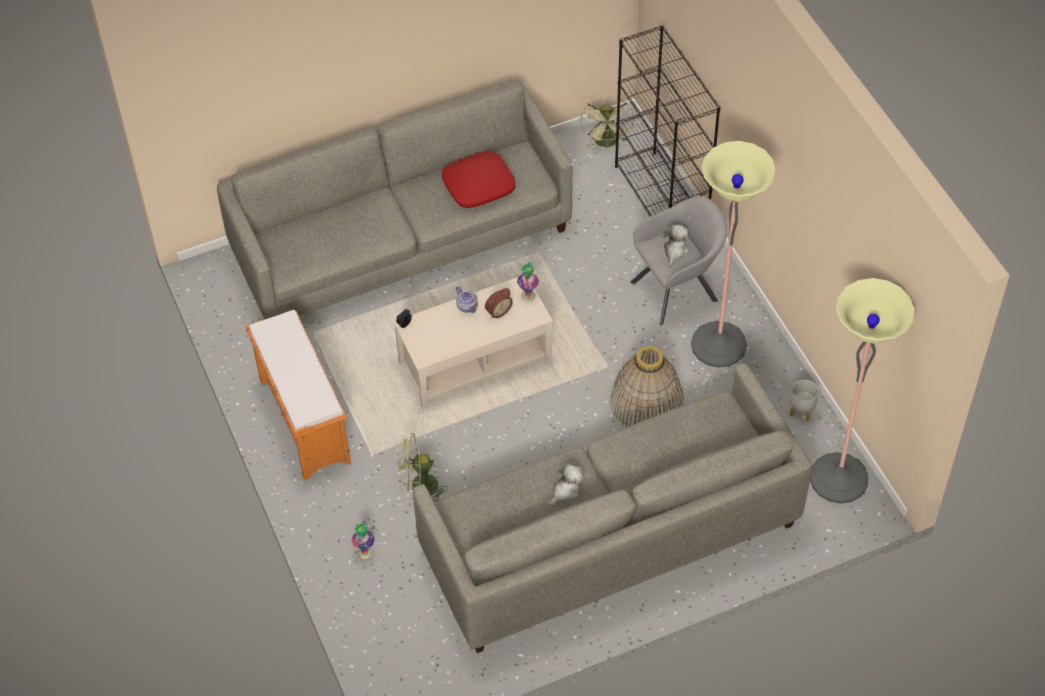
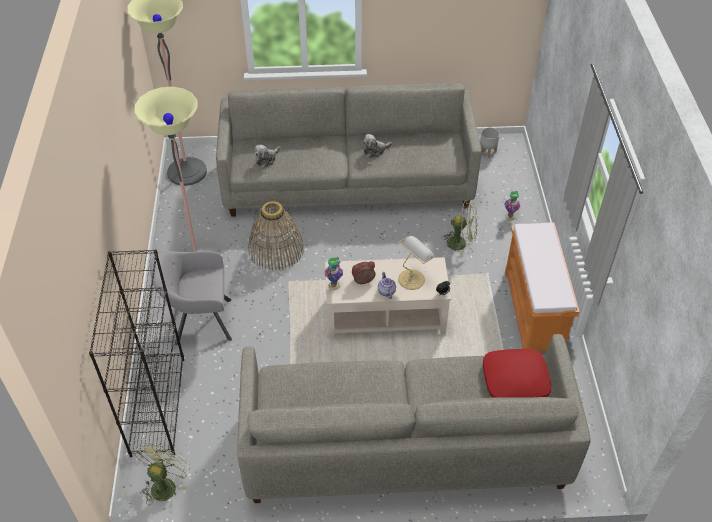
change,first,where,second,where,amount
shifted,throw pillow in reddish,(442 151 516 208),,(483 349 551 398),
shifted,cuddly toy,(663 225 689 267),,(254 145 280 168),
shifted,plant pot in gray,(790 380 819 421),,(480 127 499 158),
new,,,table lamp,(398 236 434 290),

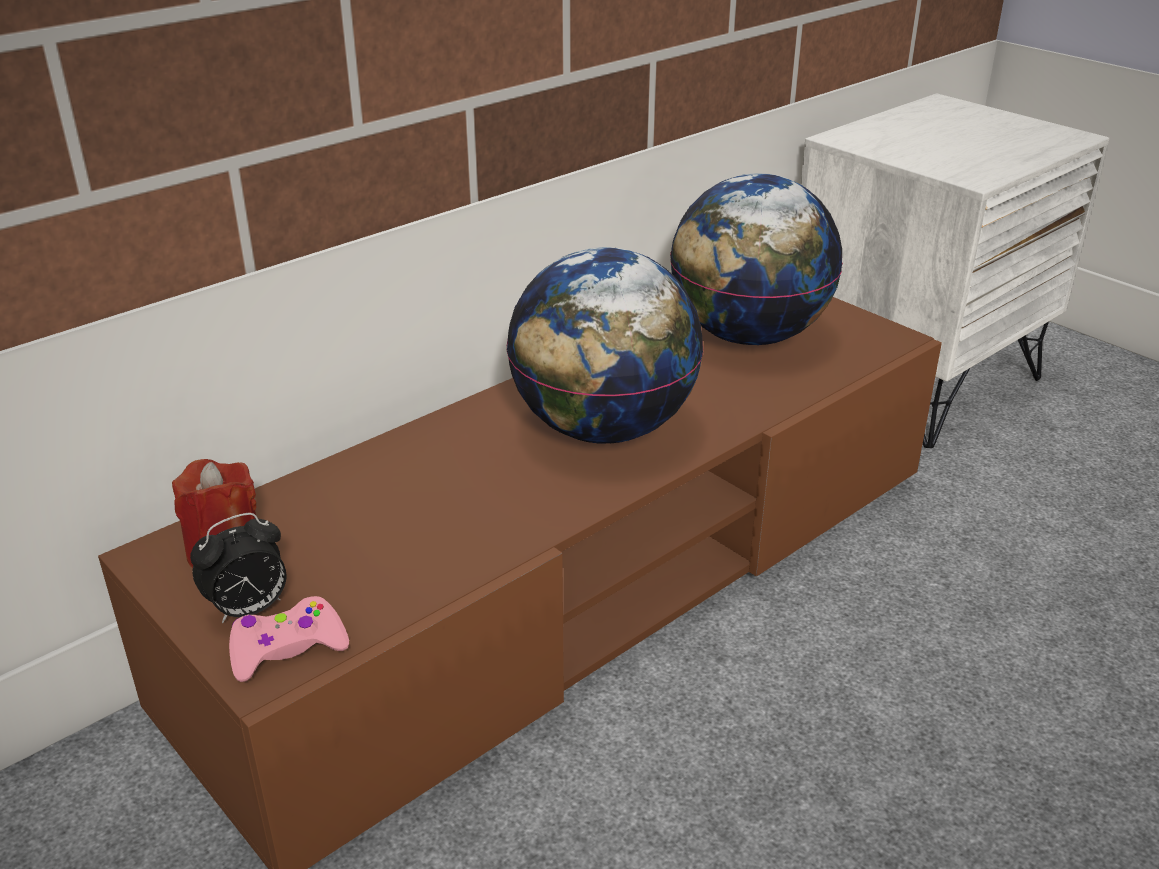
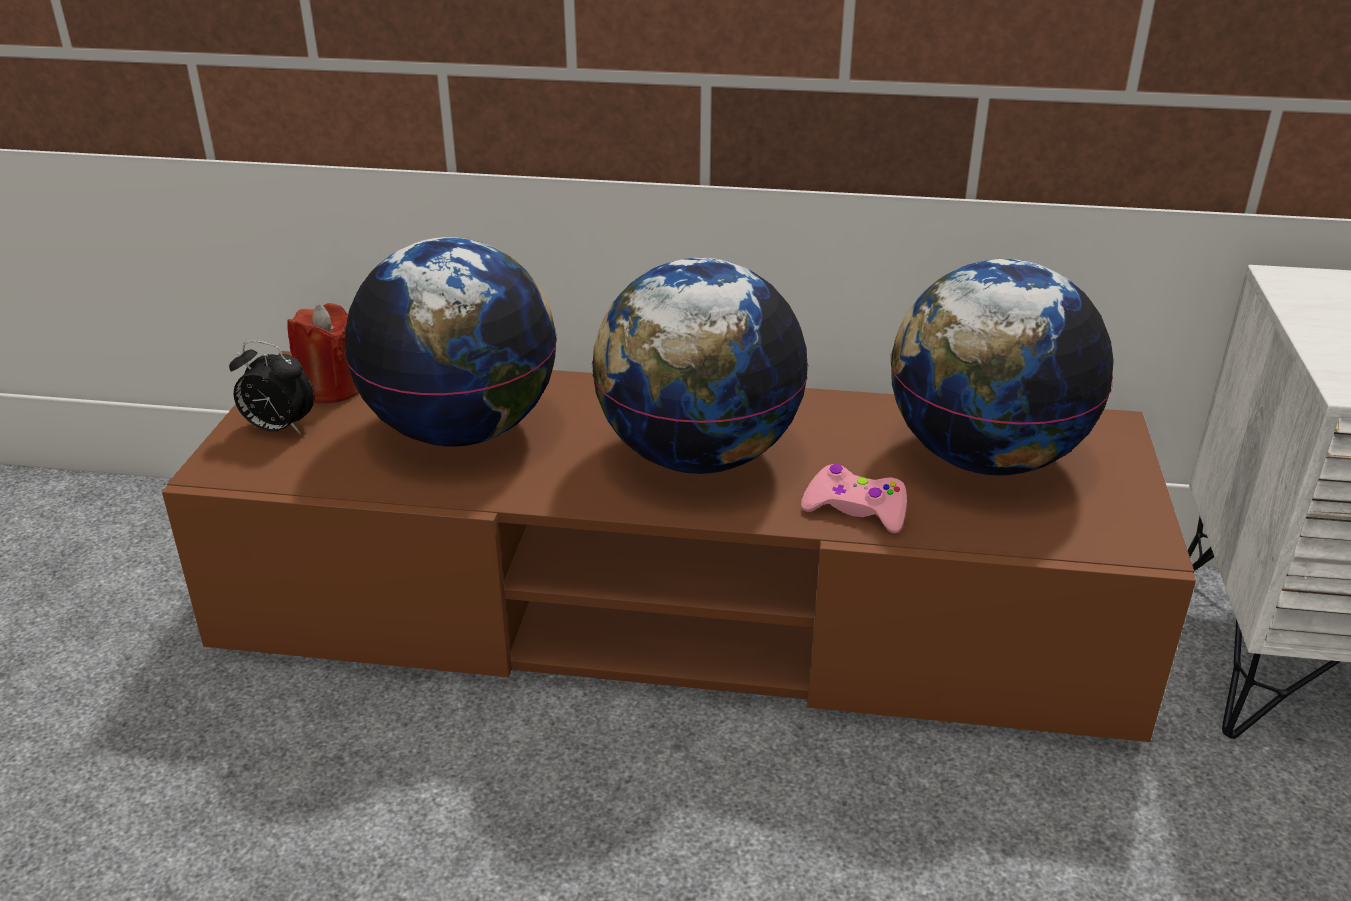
change,first,where,second,where,amount
shifted,joypad in pink-coloured,(229 596 349 682),,(801 464 907 534),
new,,,world globe,(345 237 557 447),

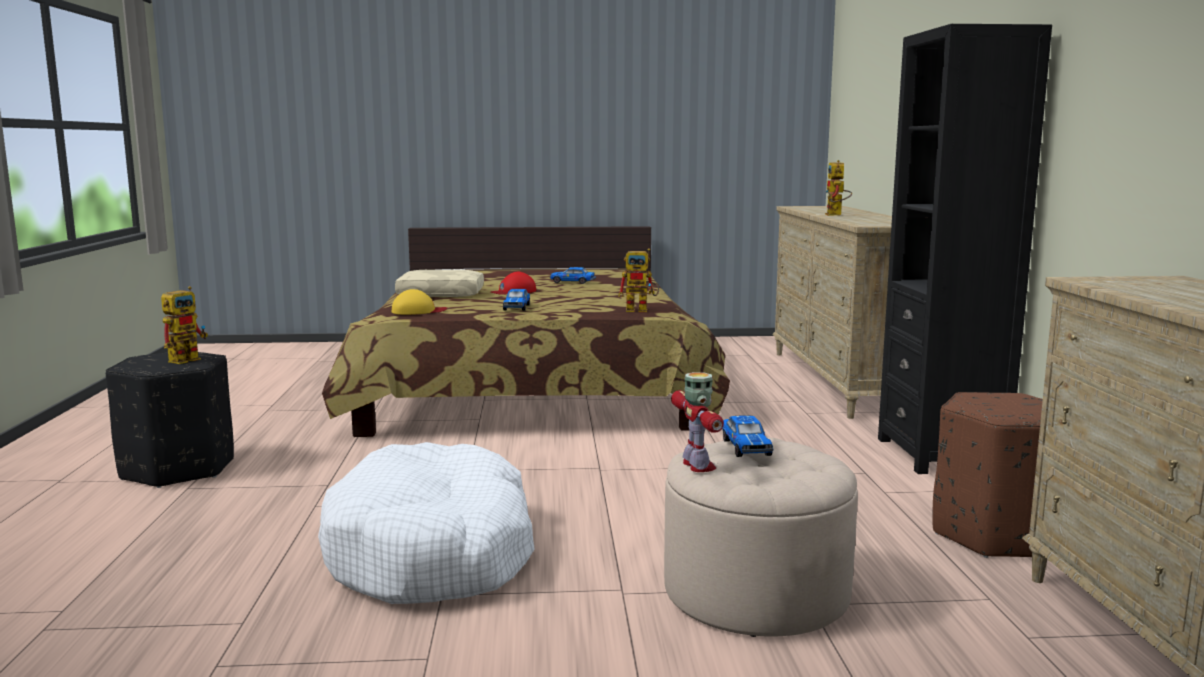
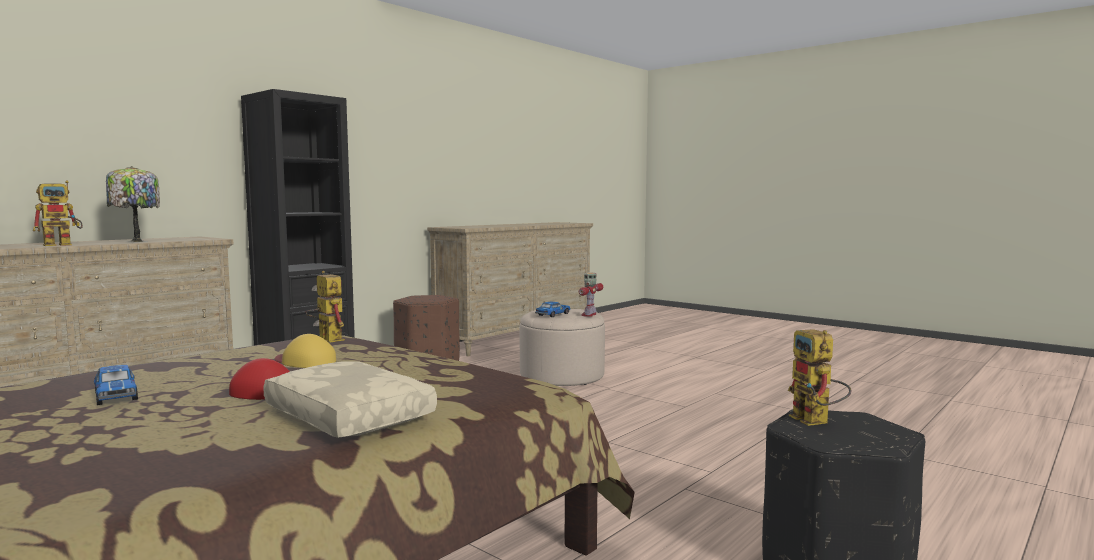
change,first,where,second,where,amount
rotated,robot figure,(161 286 208 364),,(788 329 852 426),90 degrees counterclockwise
gone,pet bed in whitish,(318 442 535 604),,,
shifted,baseball cap in yellowish,(392 289 447 315),,(275 334 336 368),
gone,miniature car,(503 289 530 311),,,
new,,,table lamp,(106 166 160 242),

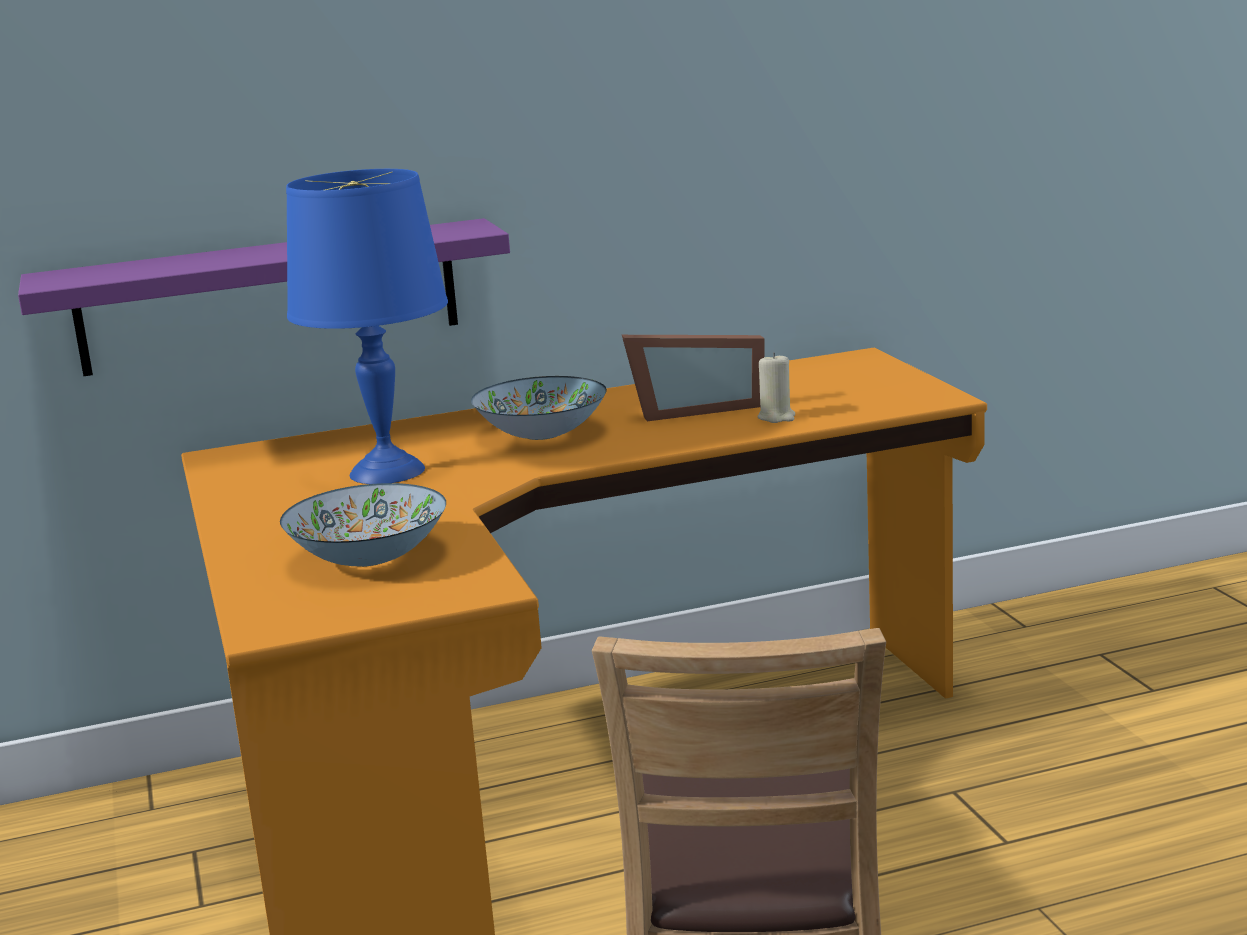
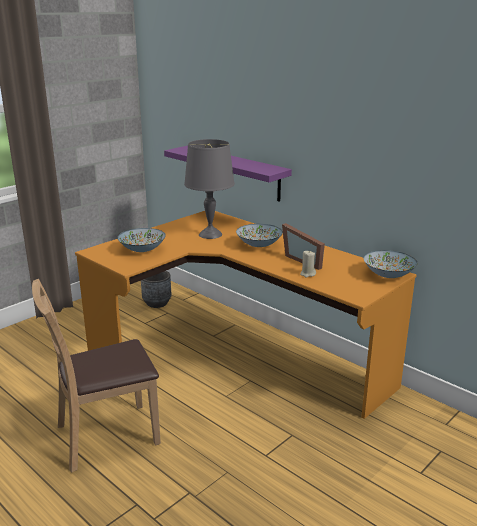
change,first,where,second,where,amount
repainted,table lamp in blue-coloured,(286 169 448 484),table lamp in gray,(184 139 235 239),
new,,,plant pot in gray,(141 271 171 308),
new,,,deep dish,(363 250 418 278),

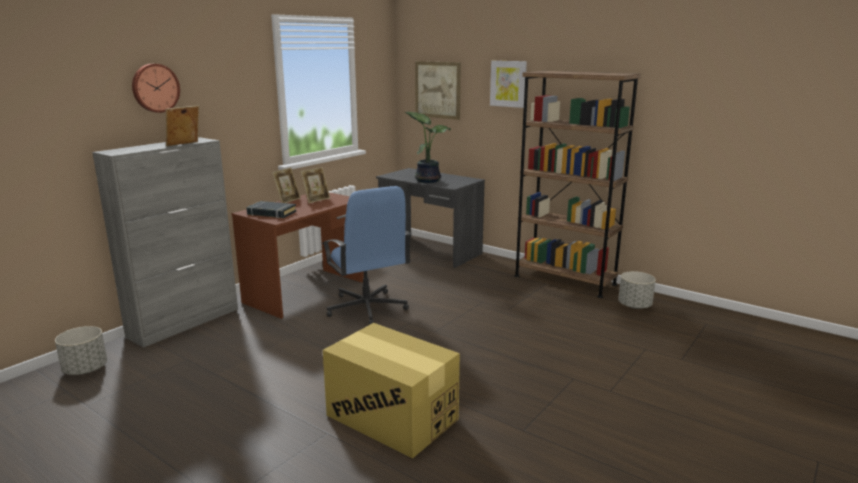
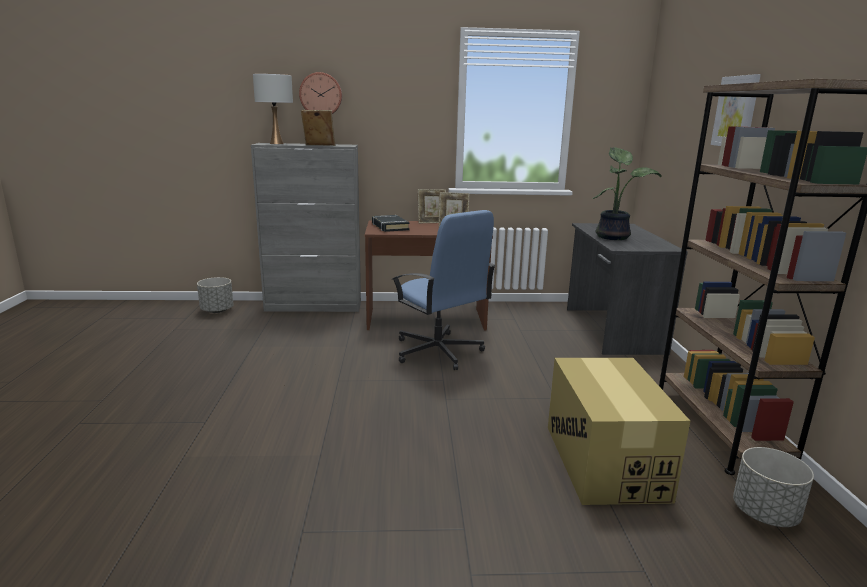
change,first,where,second,where,amount
rotated,desk chair in blue-coloured,(322 186 411 325),,(392 210 496 370),60 degrees counterclockwise
shifted,cardboard box,(323 323 460 459),,(548 358 690 505),
gone,wall picture,(415 61 461 120),,,
new,,,table lamp in whitish,(253 74 293 144),

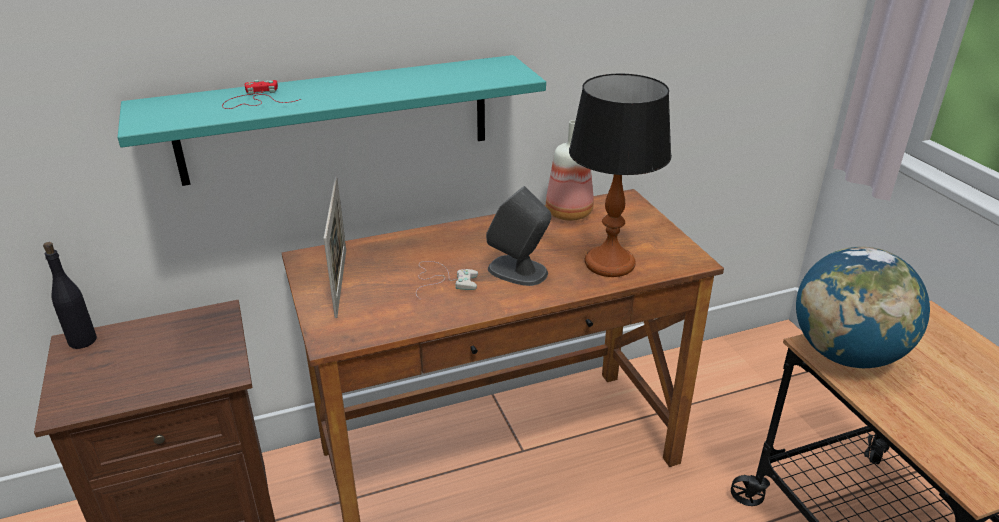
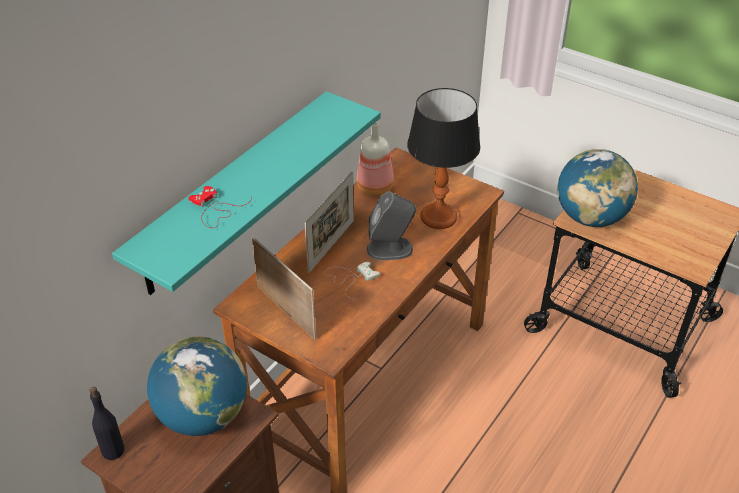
change,first,where,second,where,amount
new,,,world globe,(147 336 247 436),
new,,,photo frame,(305 172 354 273),

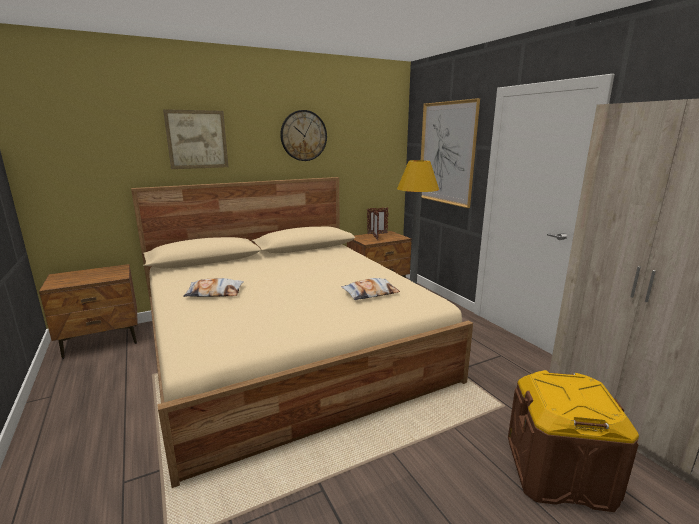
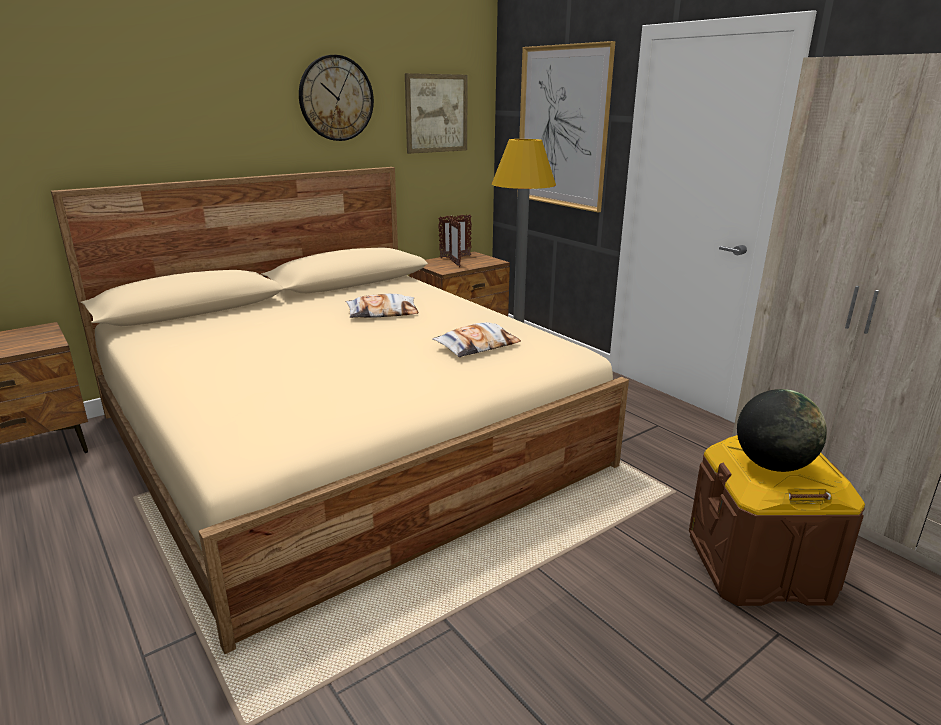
change,first,where,second,where,amount
shifted,wall picture,(163 109 228 169),,(405 73 468 154),
shifted,throw pillow,(183 278 244 297),,(346 294 419 318),
new,,,world globe,(737 389 827 472),

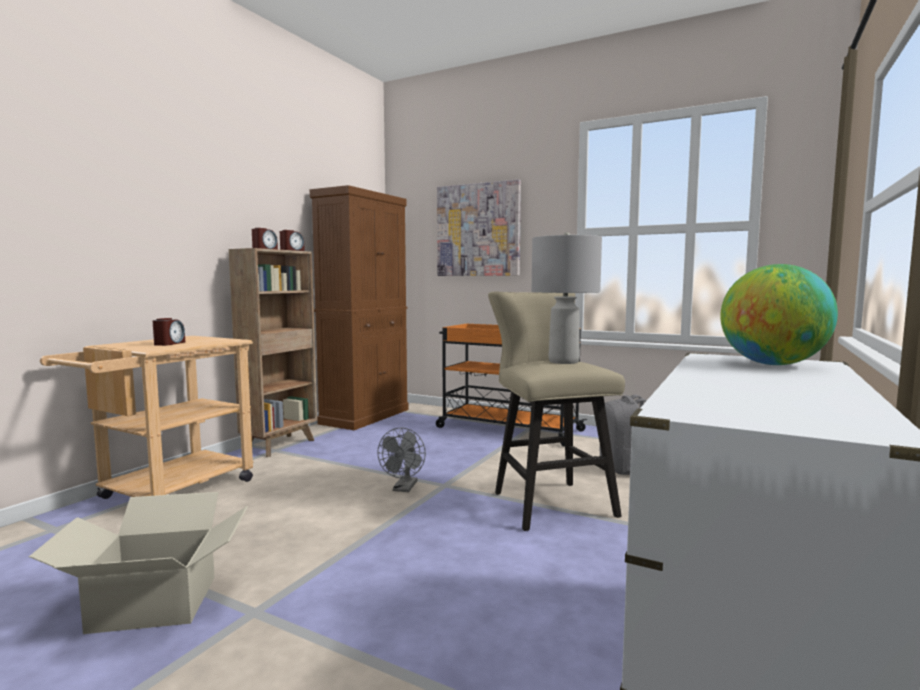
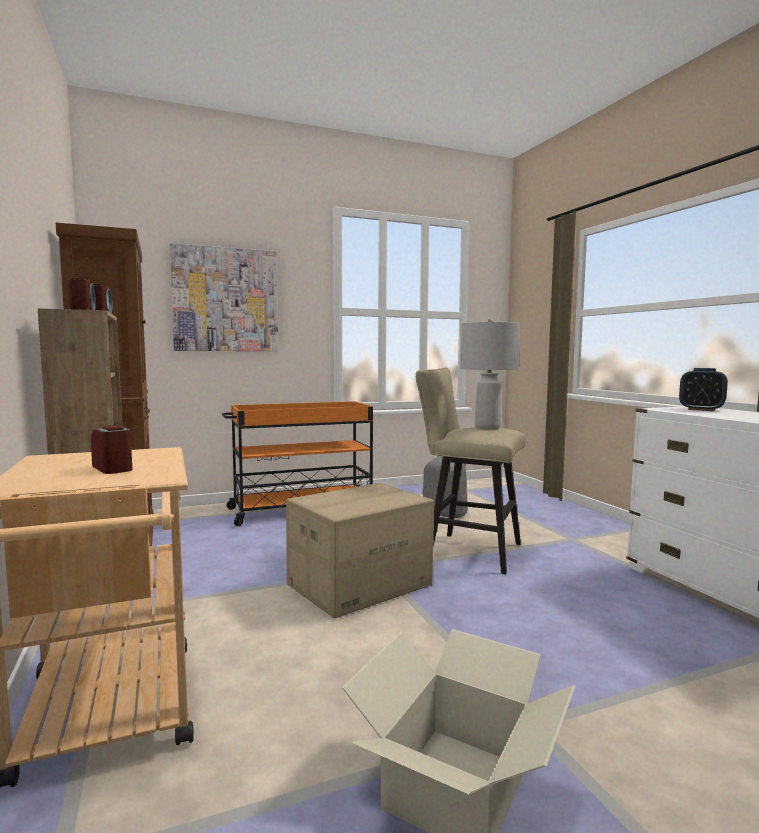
change,first,where,second,where,amount
swapped,cooling fan in gray,(377 427 426 492),cardboard box,(286 483 434 618),
swapped,world globe,(720 264 838 365),bedside clock,(679 368 728 411),

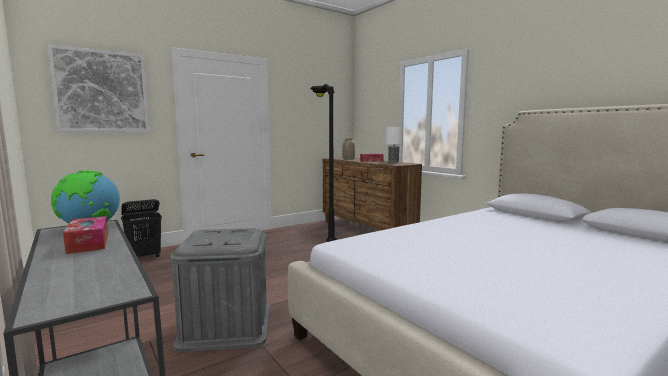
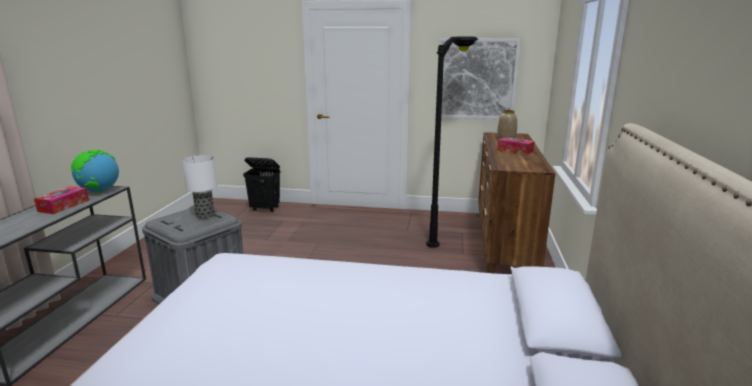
change,first,where,second,where,amount
shifted,wall picture,(48 44 149 132),,(436 39 521 119),
shifted,table lamp,(385 127 403 163),,(182 155 217 219),

